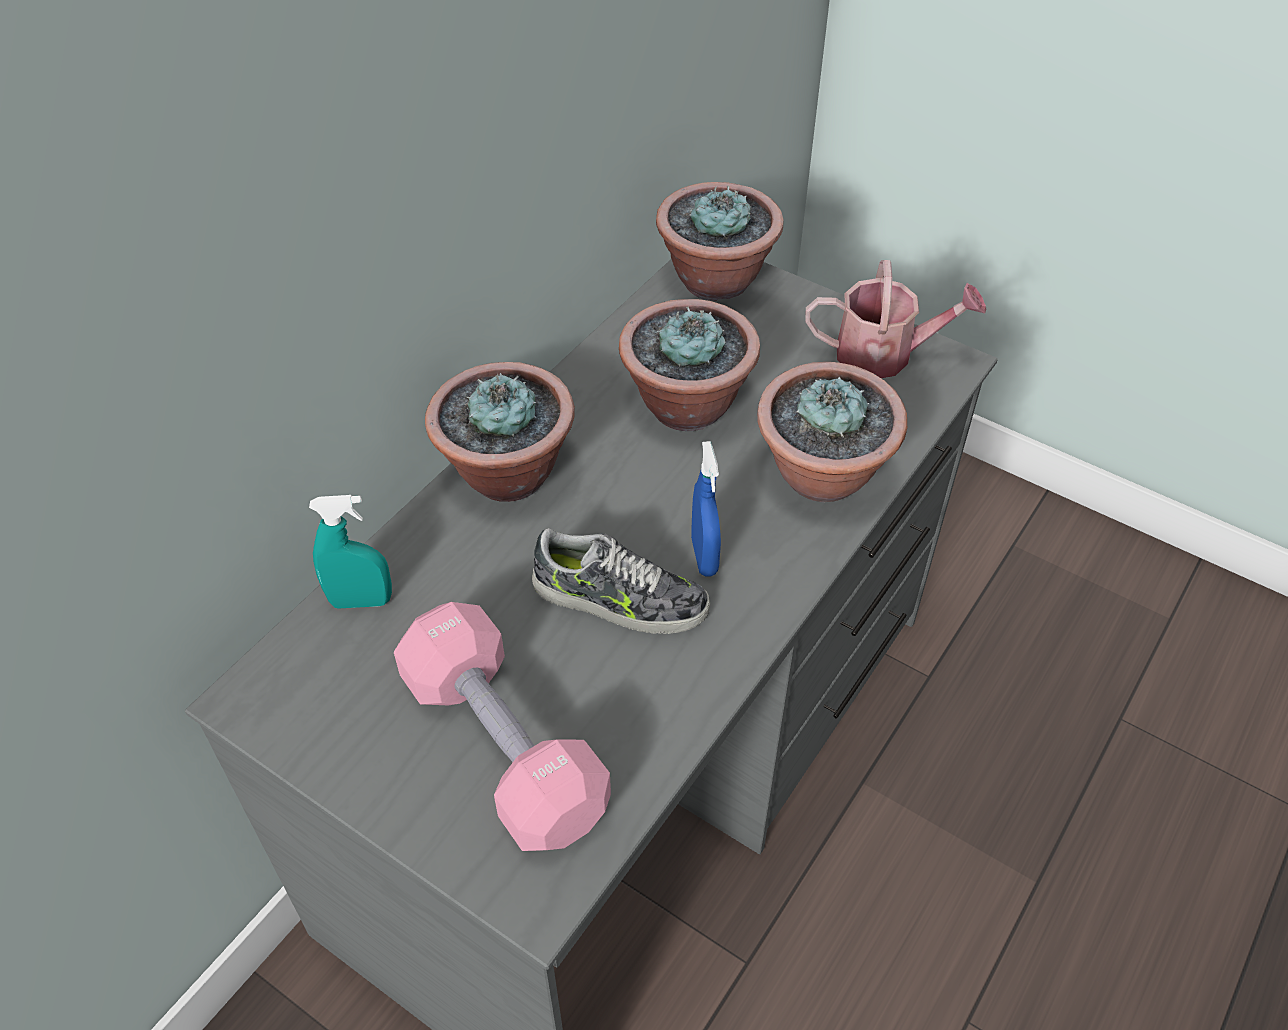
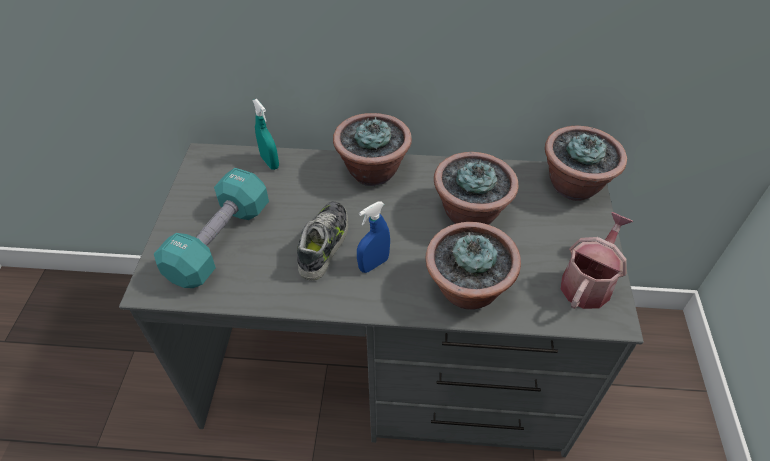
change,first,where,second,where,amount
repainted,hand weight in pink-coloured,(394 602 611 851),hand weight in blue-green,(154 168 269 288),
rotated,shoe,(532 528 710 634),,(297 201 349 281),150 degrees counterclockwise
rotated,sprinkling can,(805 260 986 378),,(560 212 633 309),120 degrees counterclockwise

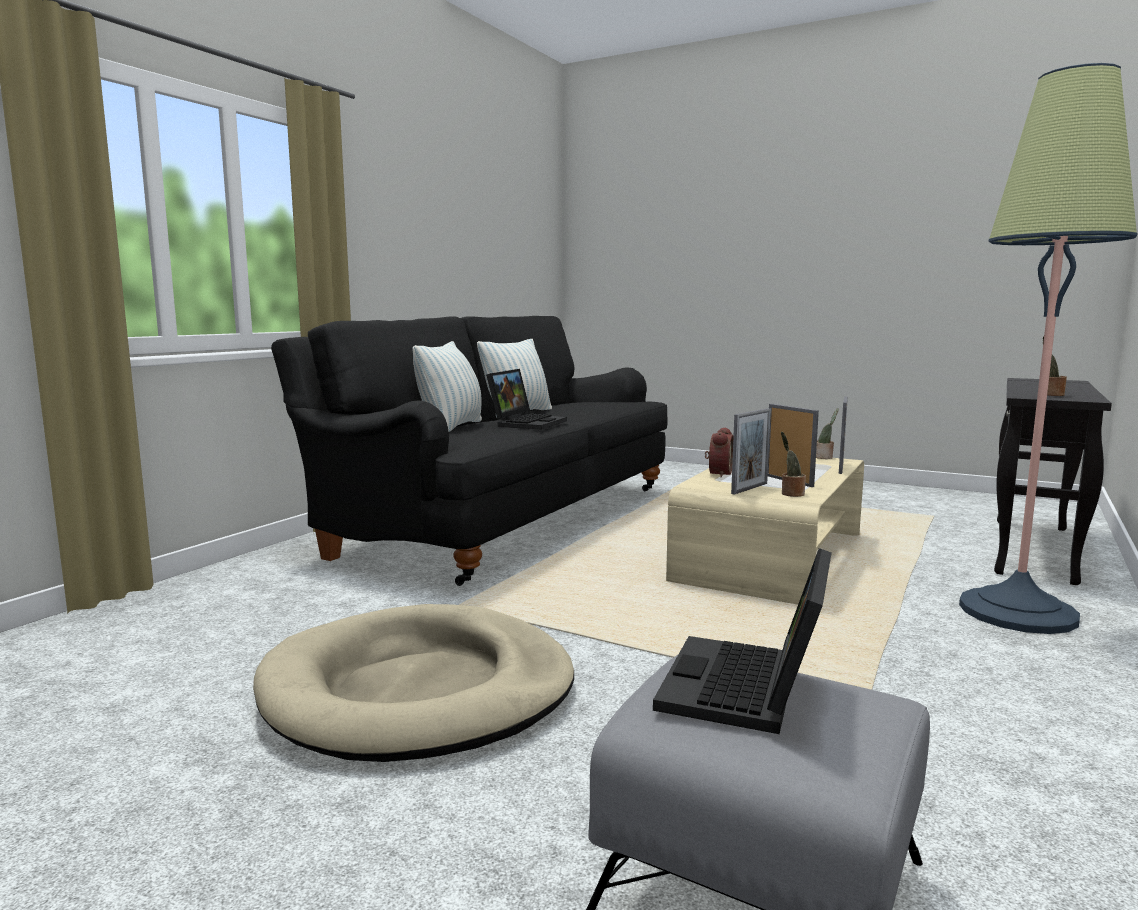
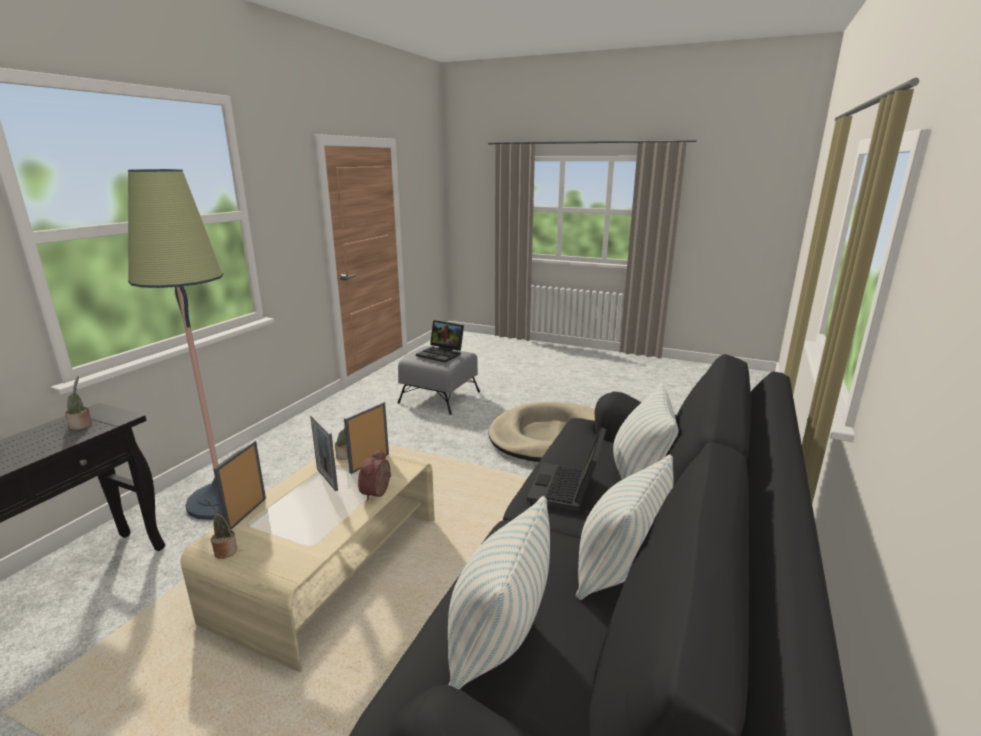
change,first,where,second,where,amount
rotated,notebook computer,(653 548 832 734),,(416 320 464 363),105 degrees clockwise
new,,,throw pillow,(448 496 550 690),

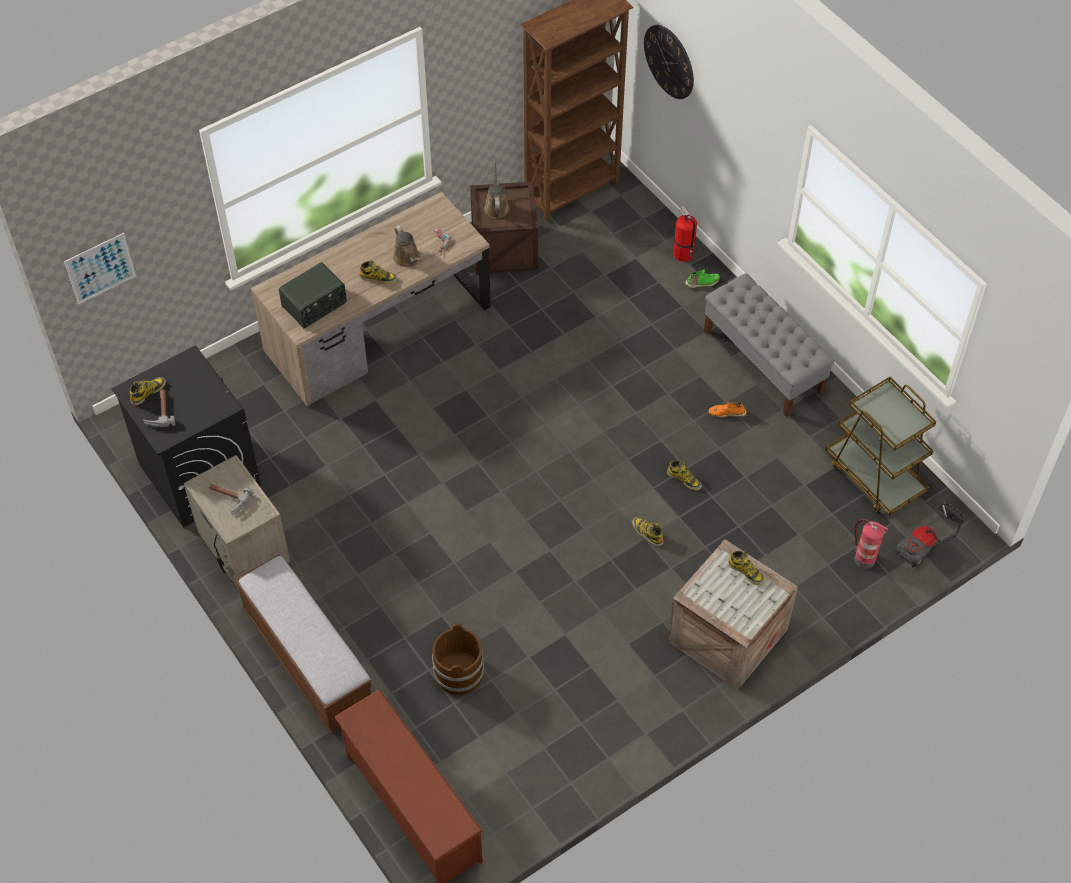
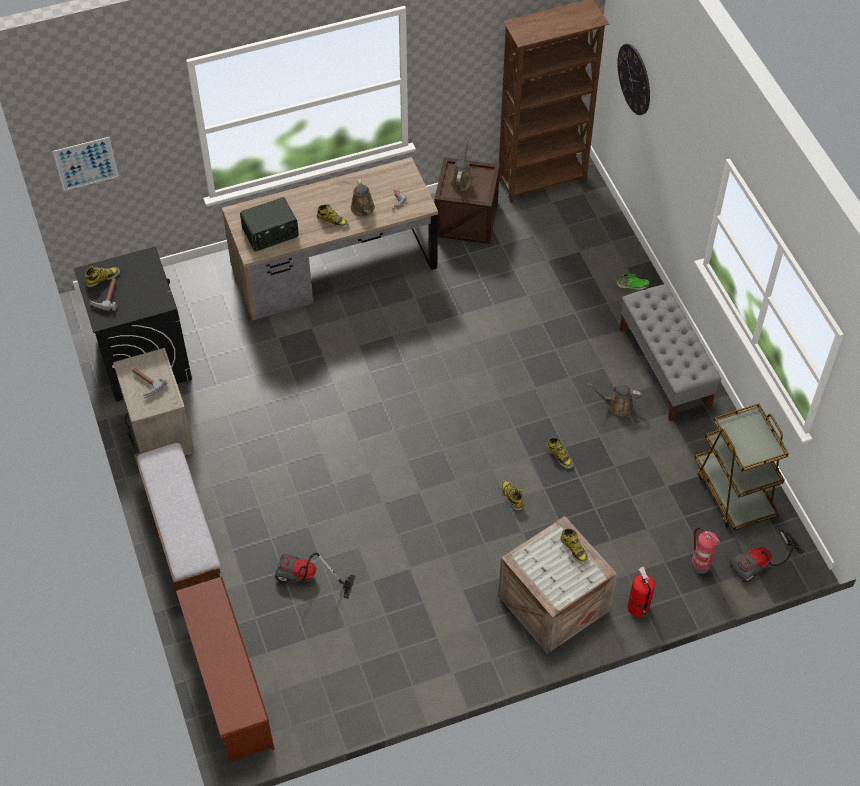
change,first,where,second,where,amount
swapped,water bucket in brown,(432 623 484 695),vacuum cleaner,(275 553 355 599),
shifted,fire-fighting cylinder,(673 205 697 262),,(627 567 655 617),
swapped,shoe in orange-coloured,(709 401 747 418),sprinkling can in brown,(588 383 642 416),

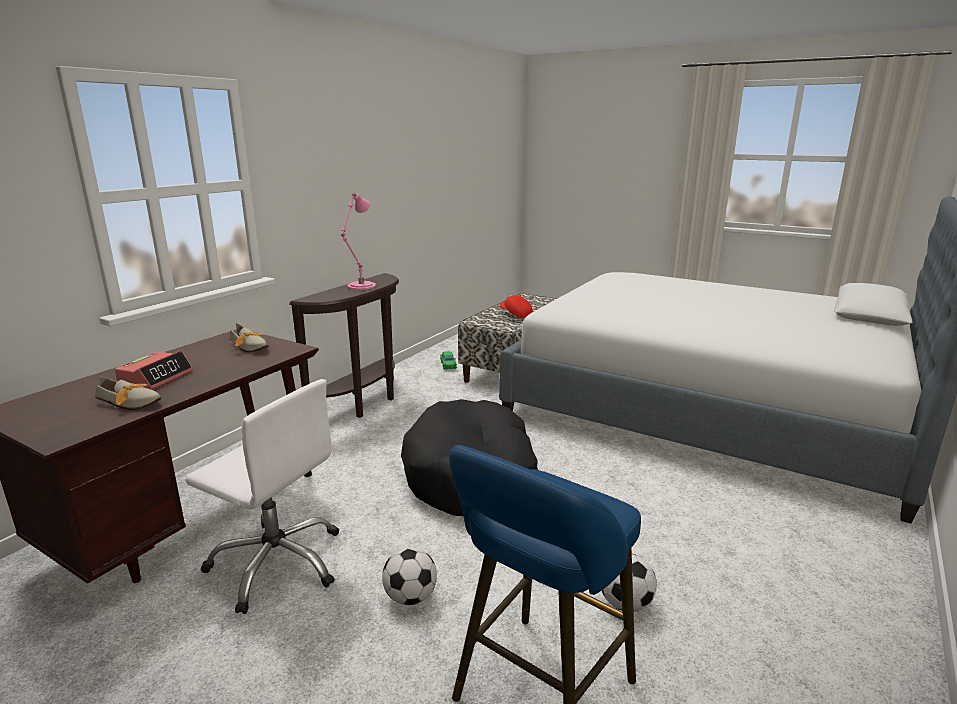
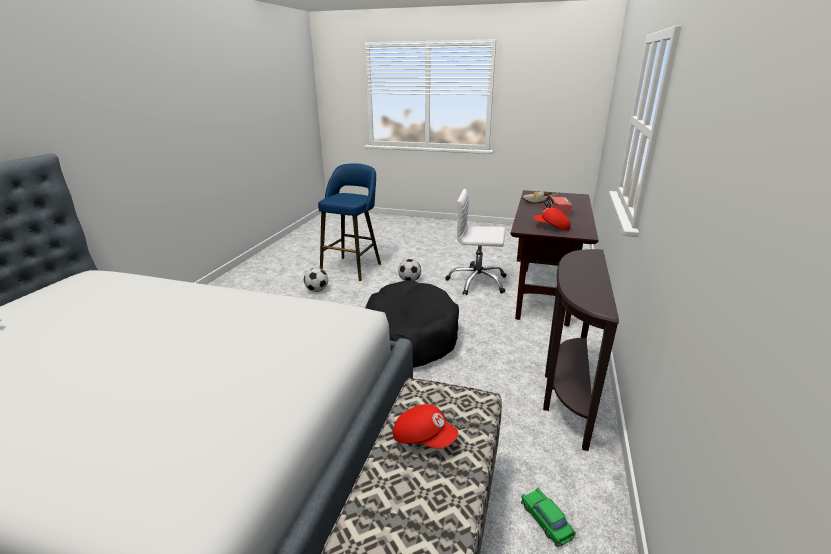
change,first,where,second,where,amount
swapped,shoe,(229 323 269 352),baseball cap in reddish,(533 207 571 231),
gone,table lamp in pink-coloured,(341 193 376 290),,,

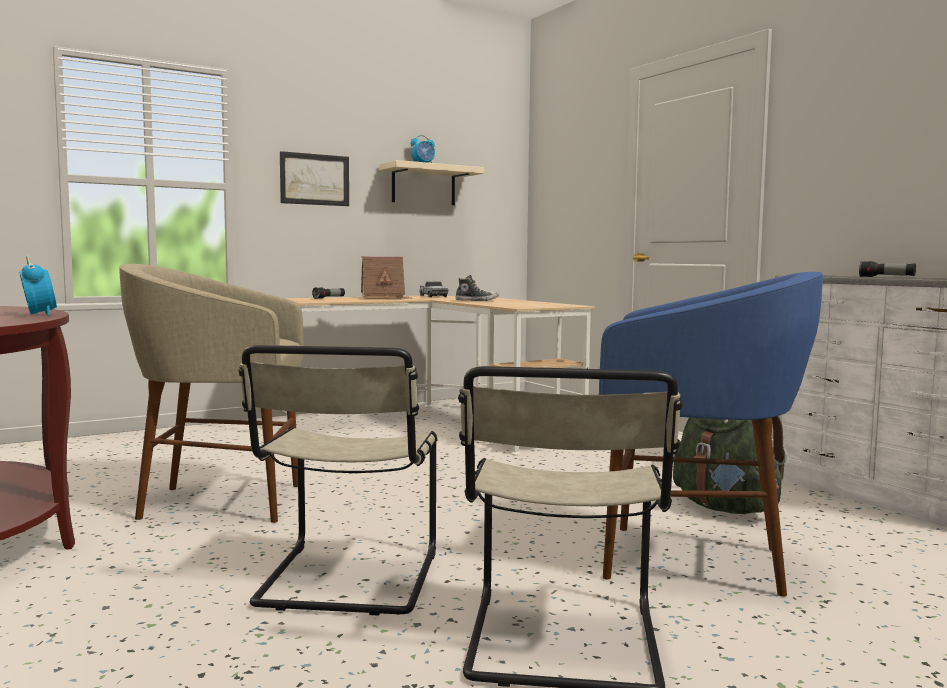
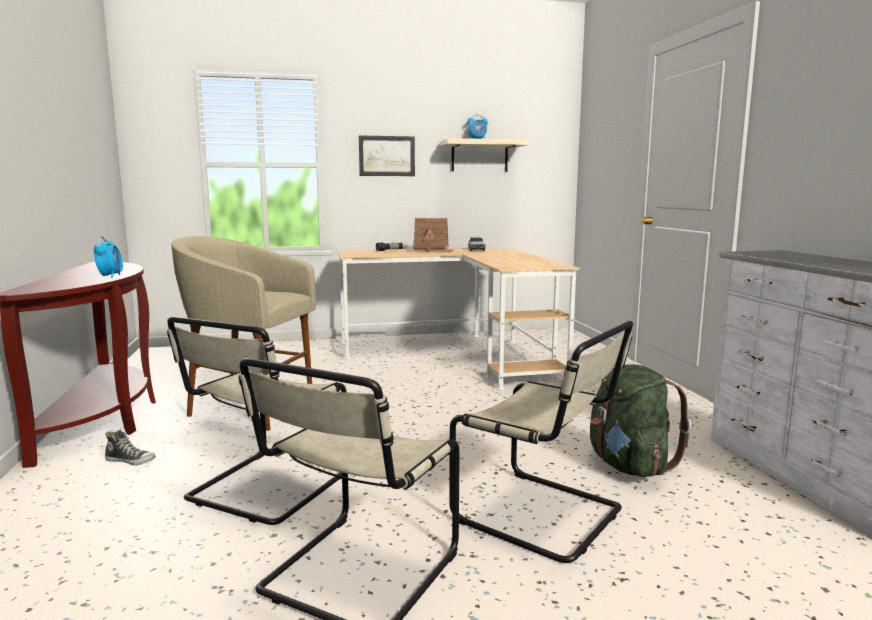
change,first,where,second,where,amount
shifted,shoe,(455 275 499 301),,(105 429 156 466),
swapped,stool in blue-coloured,(599 272 823 596),plain chair in beige,(449 321 633 563),
gone,flashlight,(859 261 916 277),,,

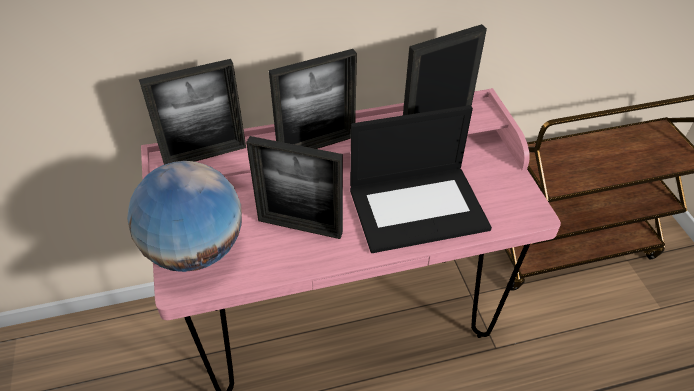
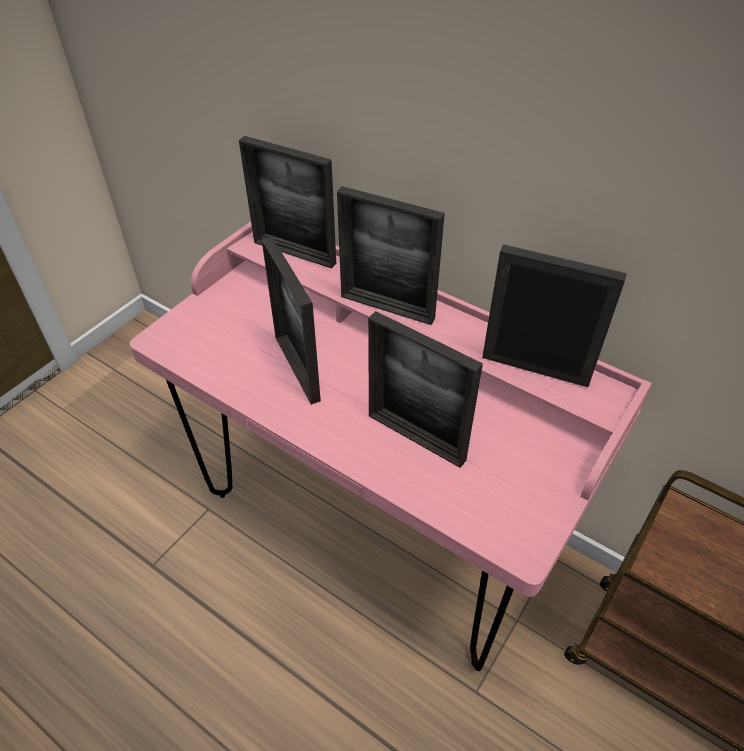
change,first,where,second,where,amount
gone,world globe,(127 161 242 272),,,
swapped,notebook computer,(350 105 492 253),photo frame,(368 311 483 468),

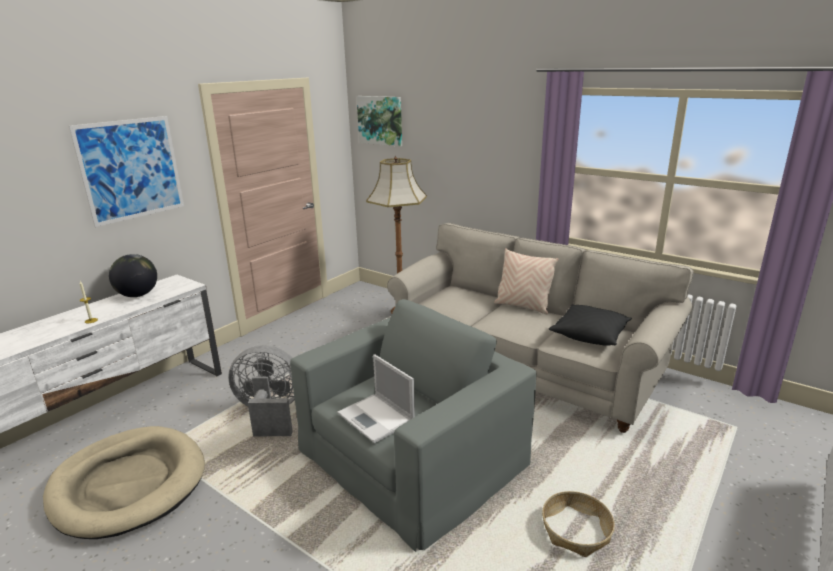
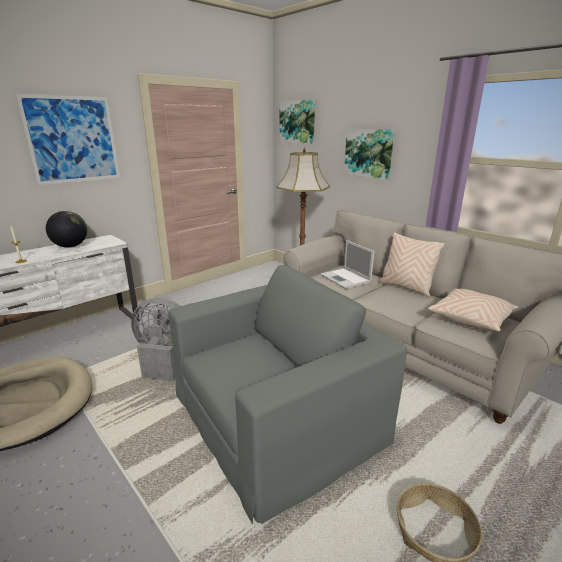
change,first,where,second,where,amount
shifted,notebook computer,(337 354 415 443),,(320 240 374 289),
repainted,throw pillow in black,(549 304 632 346),throw pillow in beige,(428 289 518 331),
new,,,wall picture,(344 129 394 180),

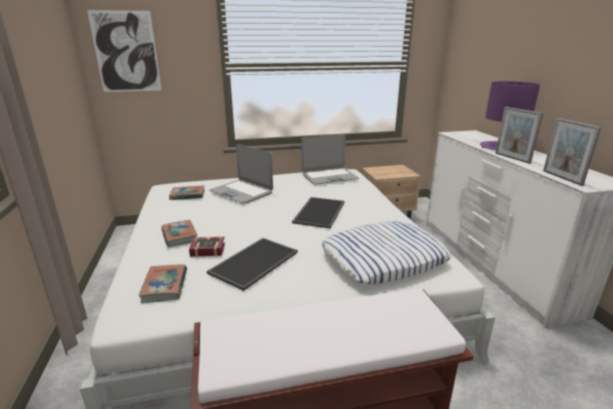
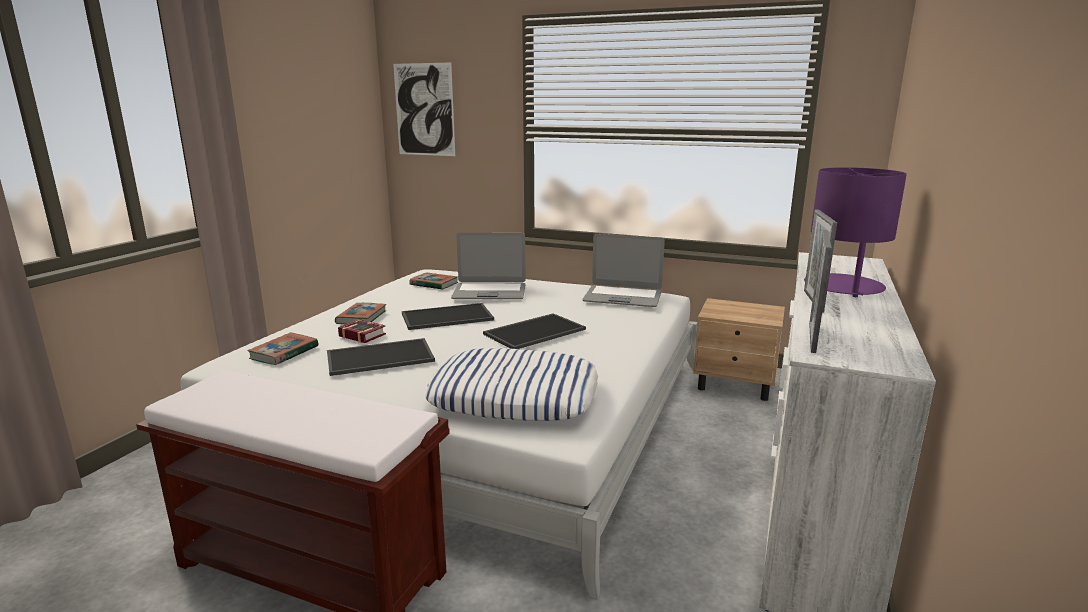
change,first,where,second,where,amount
rotated,notebook computer,(209 144 273 204),,(451 233 525 299),75 degrees counterclockwise
new,,,serving tray,(402 303 494 330),

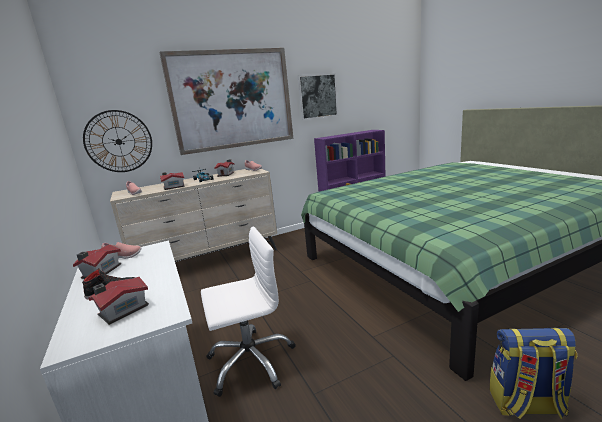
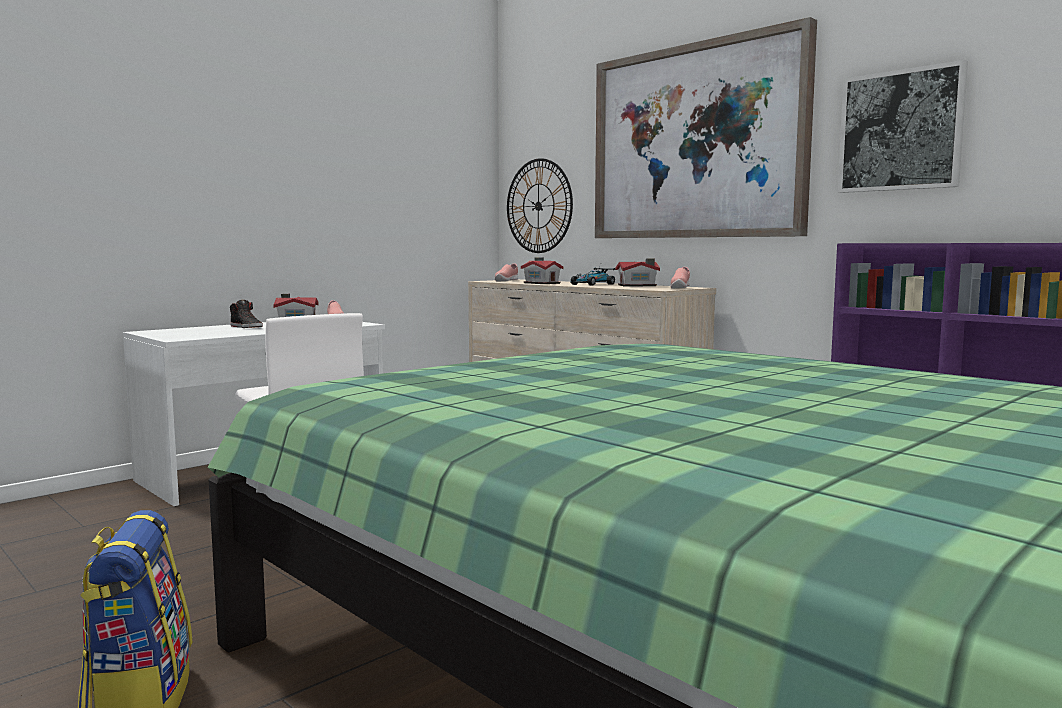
change,first,where,second,where,amount
gone,toy house,(89 277 149 325),,,

